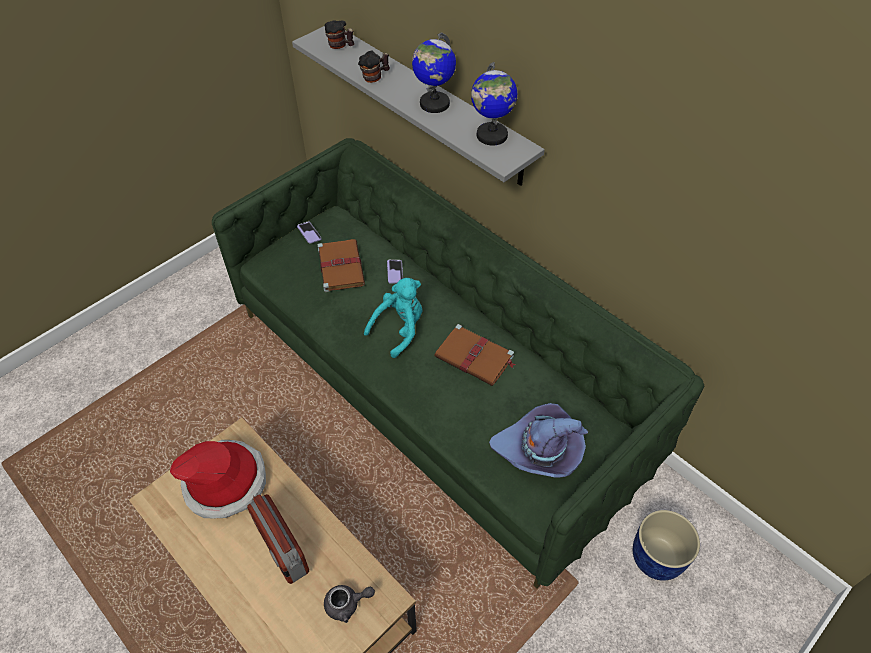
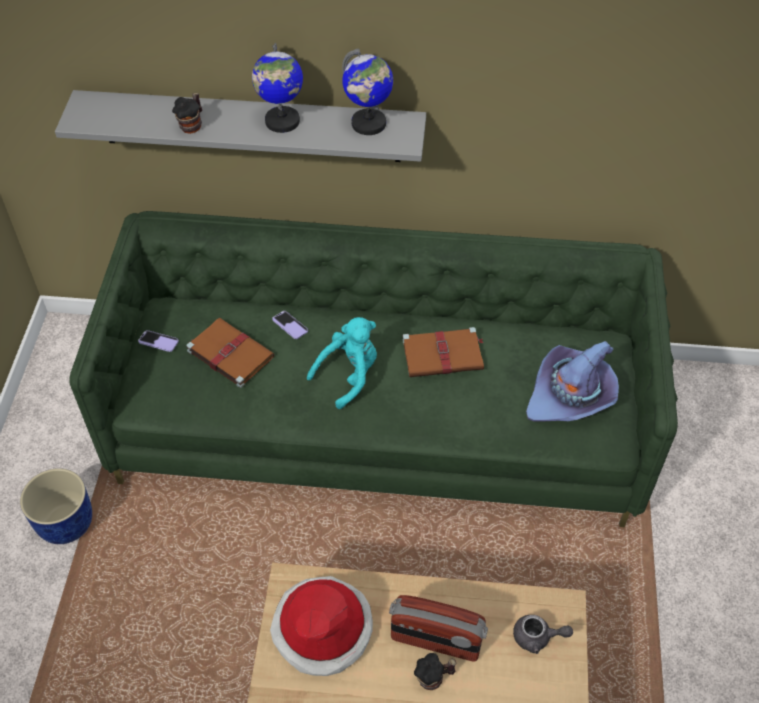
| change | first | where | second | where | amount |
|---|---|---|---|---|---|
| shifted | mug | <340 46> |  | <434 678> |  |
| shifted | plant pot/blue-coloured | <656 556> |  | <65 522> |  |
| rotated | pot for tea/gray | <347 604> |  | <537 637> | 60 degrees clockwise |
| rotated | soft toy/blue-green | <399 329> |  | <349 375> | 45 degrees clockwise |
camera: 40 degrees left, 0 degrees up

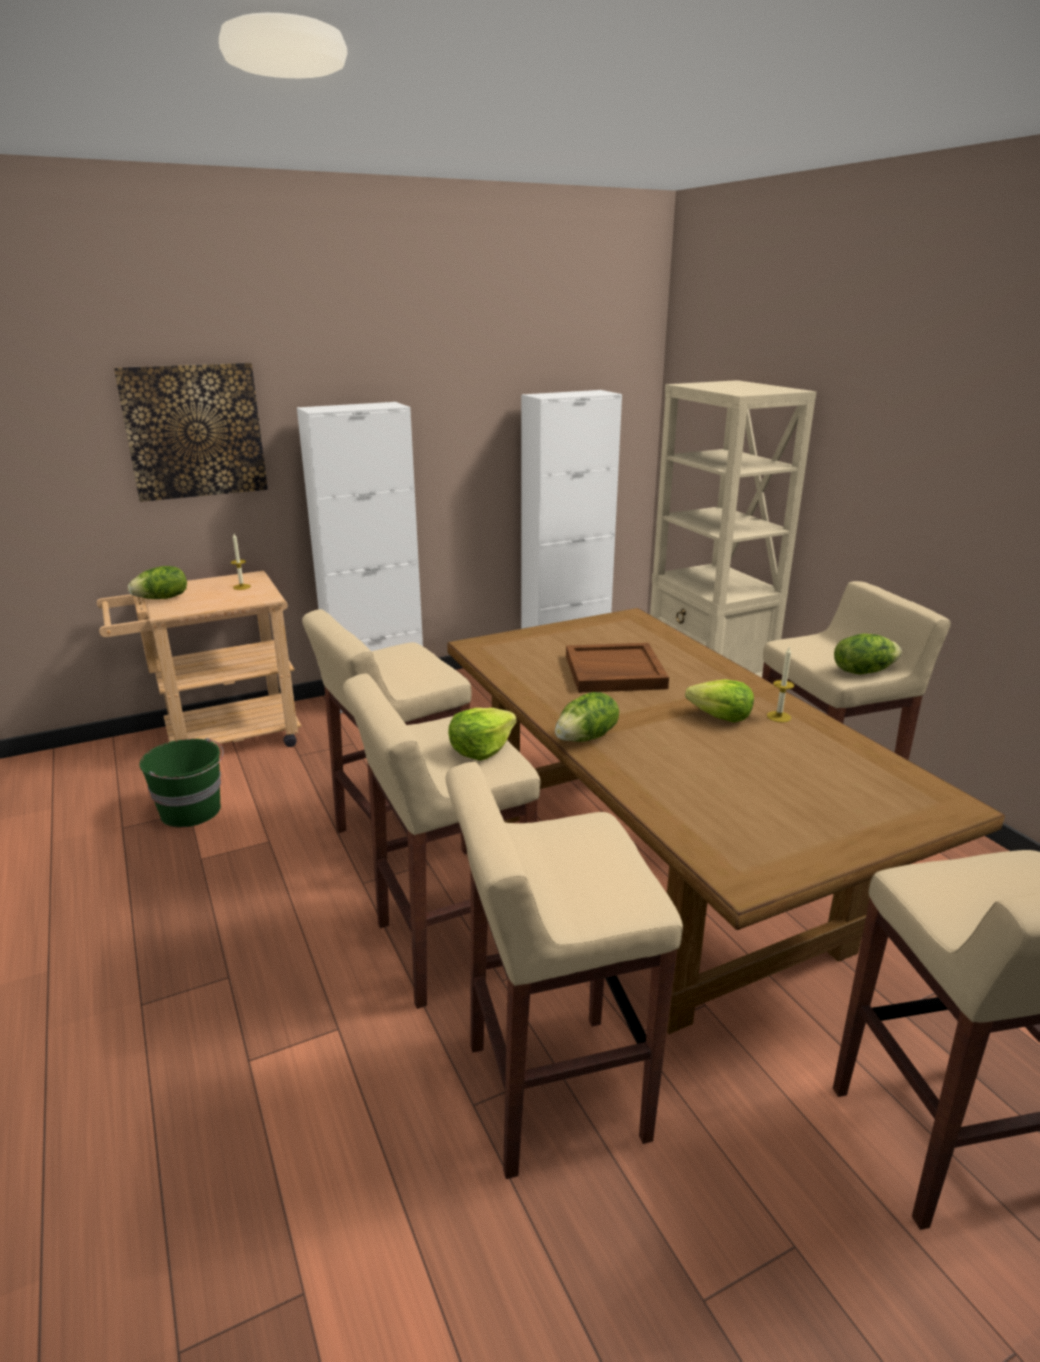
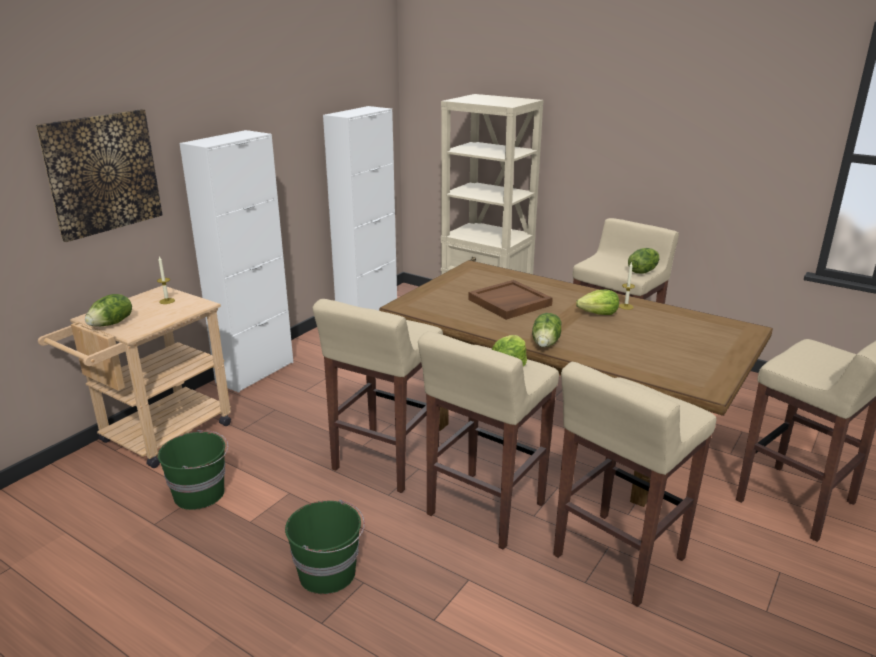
| change | first | where | second | where | amount |
|---|---|---|---|---|---|
| new |  |  | pail/green | <328 573> |  |
camera: 30 degrees left, 0 degrees up

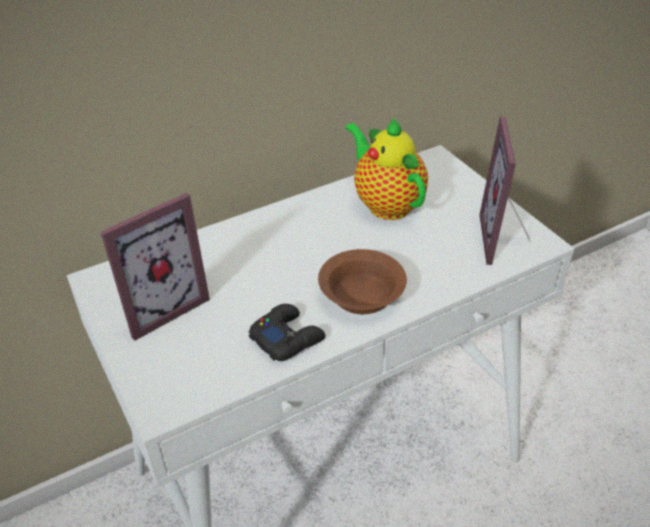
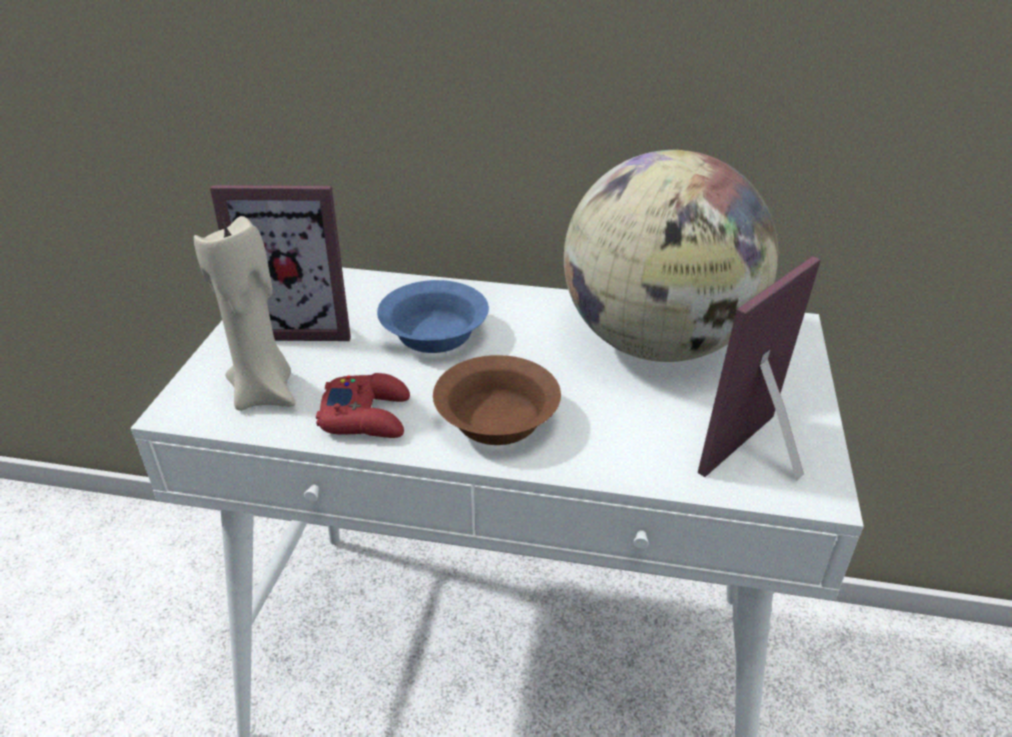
| change | first | where | second | where | amount |
|---|---|---|---|---|---|
| new |  |  | wax candle/sand-coloured | <265 393> |  |
| new |  |  | deep dish/blue-coloured | <433 334> |  |
| swapped | pot for tea | <386 203> | desk globe | <657 343> |  |
| repainted | game controller/black | <287 338> | game controller/red-coloured | <367 416> |  |
camera: 40 degrees right, 5 degrees down

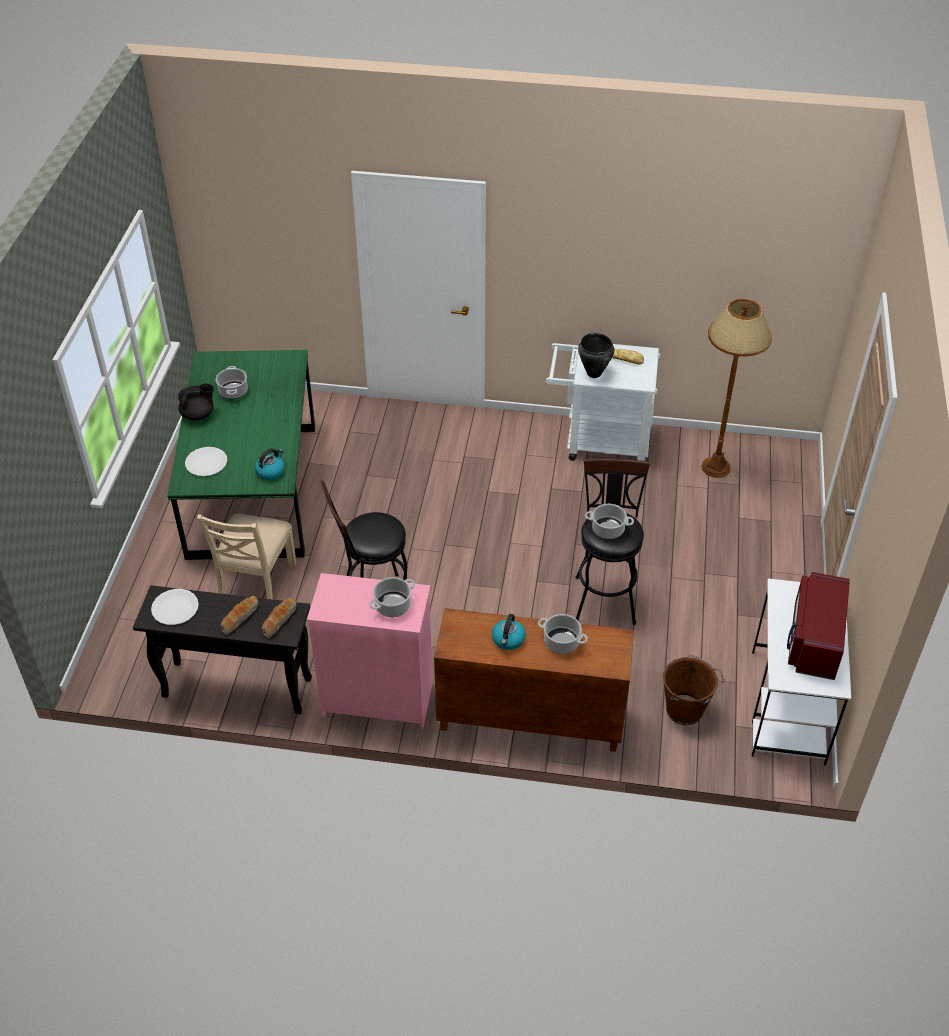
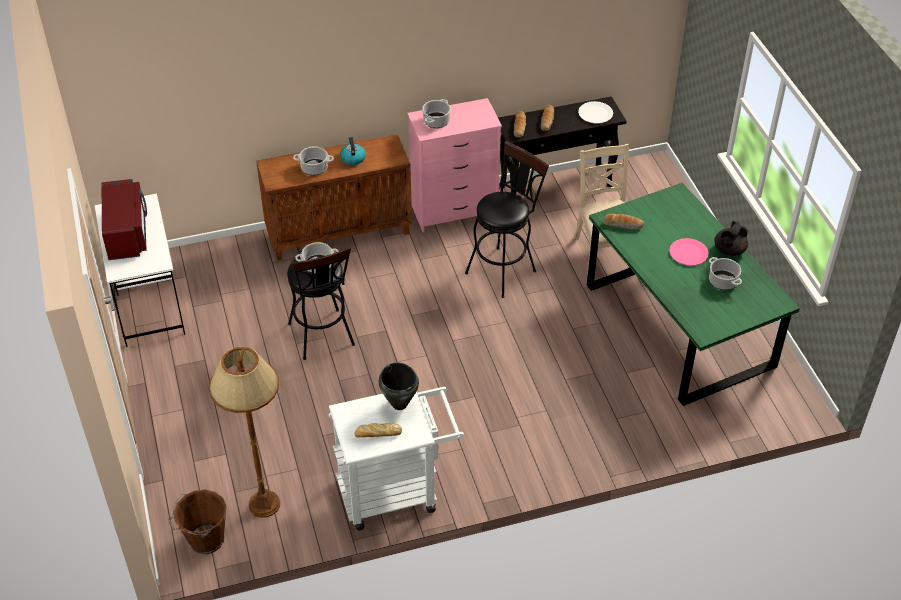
| change | first | where | second | where | amount |
|---|---|---|---|---|---|
| gone | dinner plate/whitish | <206 463> |  |  |  |
| new |  |  | dinner plate/pinkish | <688 253> |  |
| shifted | pail/brown-coloured | <686 710> |  | <205 540> |  |
| swapped | tea kettle | <270 471> | baked bread | <623 225> |  |
camera: 155 degrees right, 0 degrees up

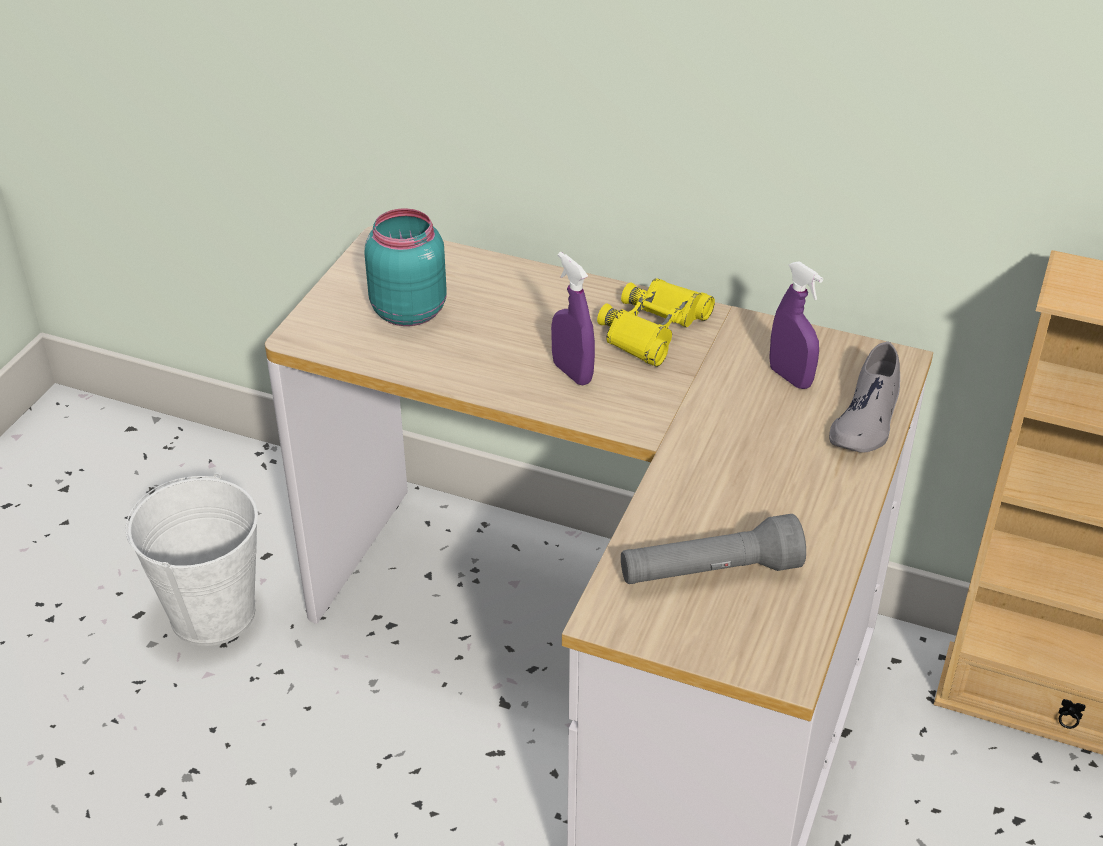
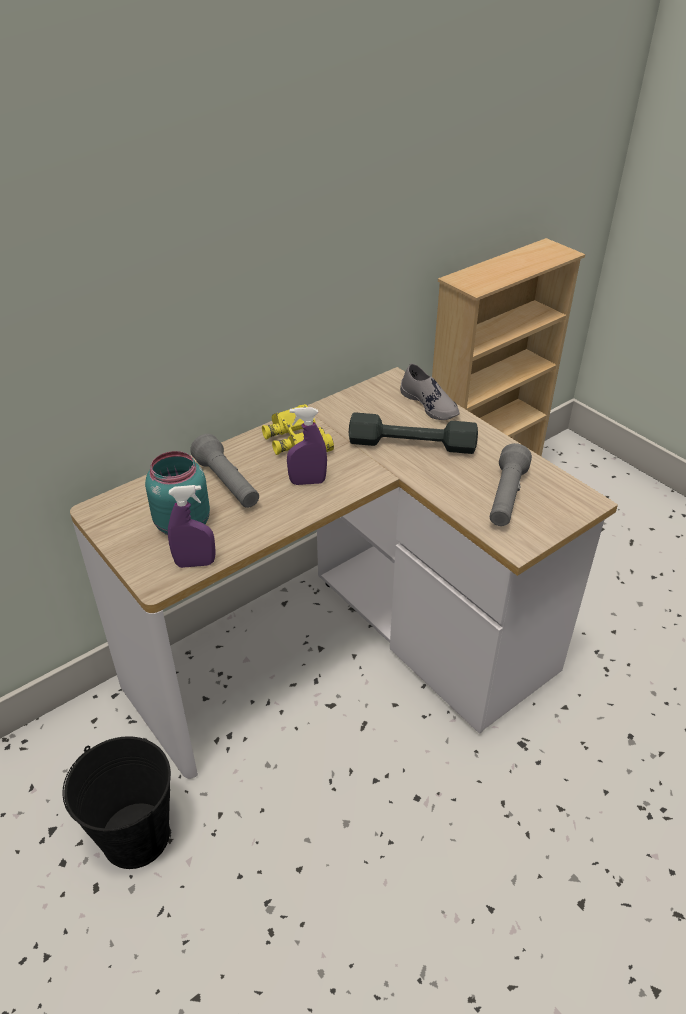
| change | first | where | second | where | amount |
|---|---|---|---|---|---|
| new |  |  | flashlight/gray | <227 484> |  |
| new |  |  | hand weight/gray | <412 444> |  |
| shifted | spray bottle/purple | <790 377> |  | <195 563> |  |
| repainted | pail/whitish | <213 613> | pail/black | <136 835> |  |
camera: 60 degrees left, 0 degrees up

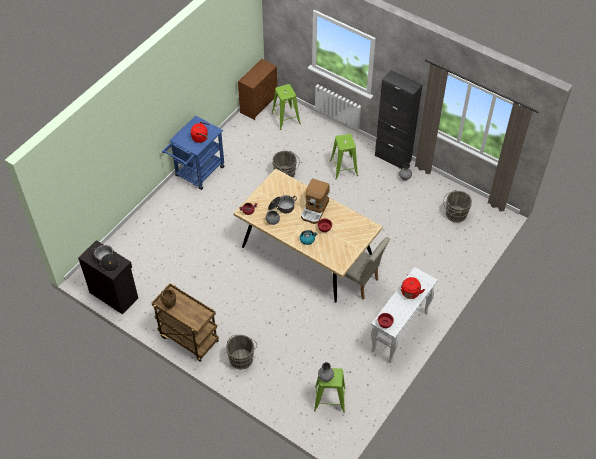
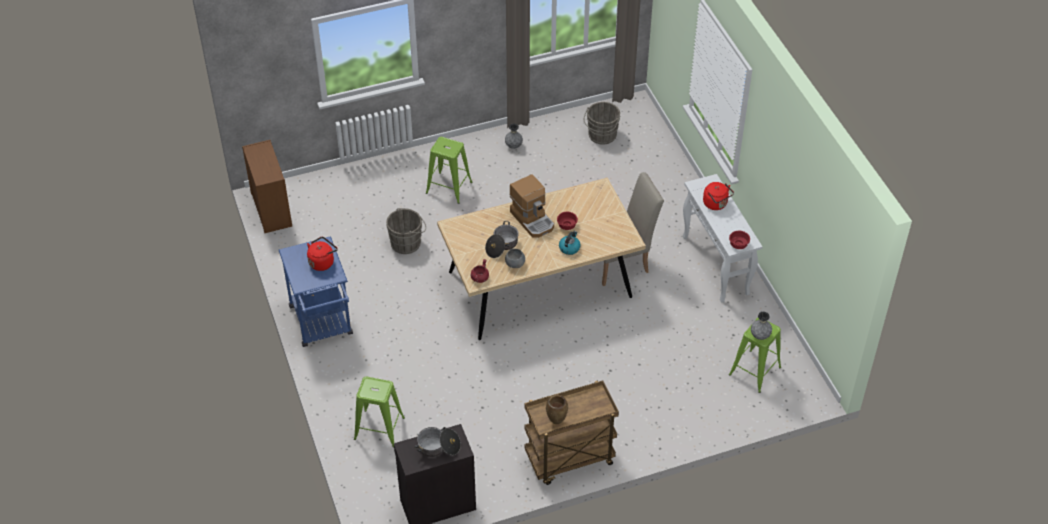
| change | first | where | second | where | amount |
|---|---|---|---|---|---|
| gone | pail/gray | <242 358> |  |  |  |
| gone | storage cabinet/black | <392 158> |  |  |  |
| shifted | sitting stool/green | <286 119> |  | <379 428> |  |
camera: 55 degrees left, 5 degrees down

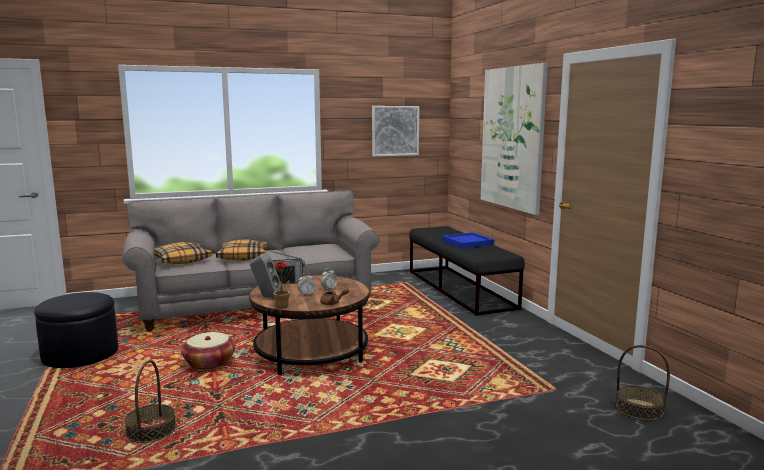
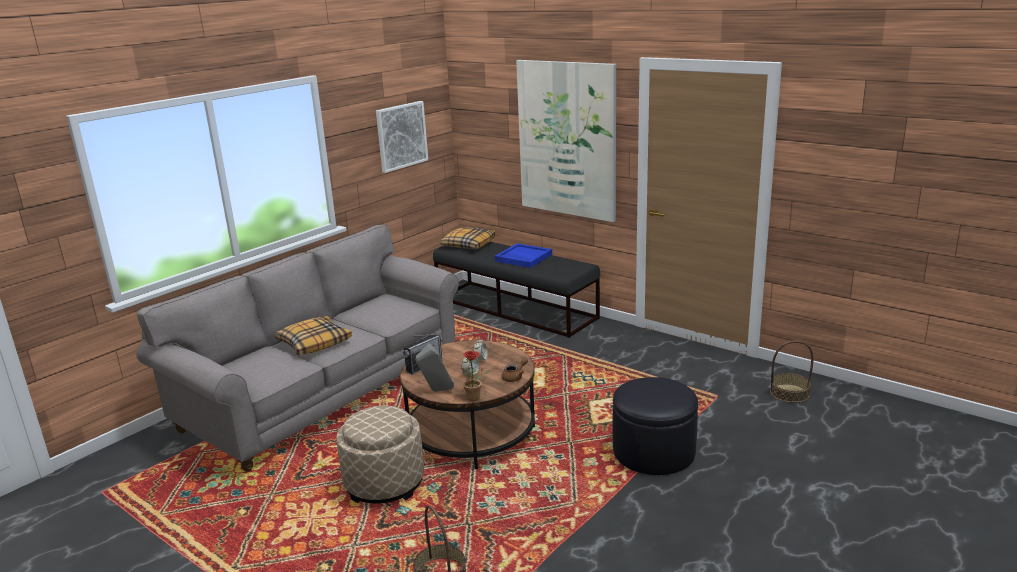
| change | first | where | second | where | amount |
|---|---|---|---|---|---|
| shifted | pouffe/black | <80 354> |  | <653 451> |  |
| shifted | cushion | <182 260> |  | <468 244> |  |
| swapped | basket | <209 363> | pouffe/sand-coloured | <384 483> |  |
camera: 30 degrees left, 10 degrees up

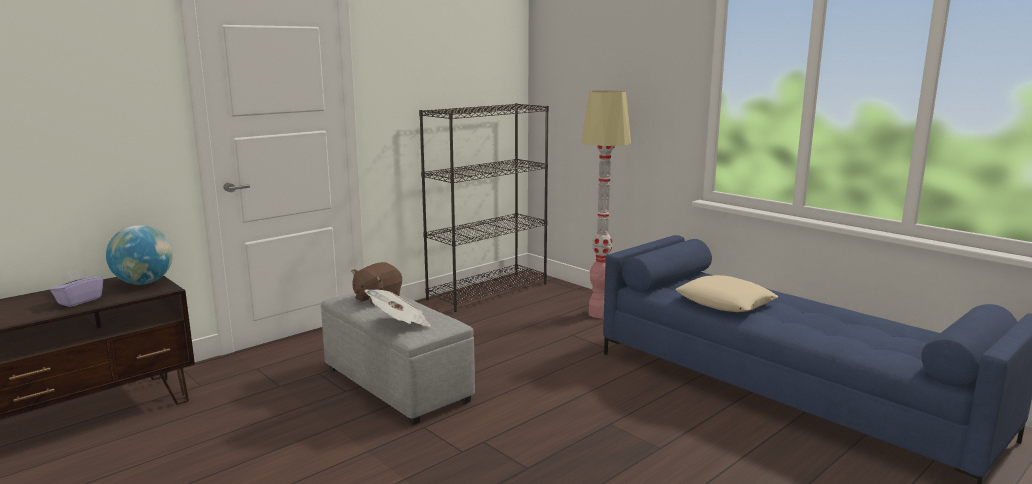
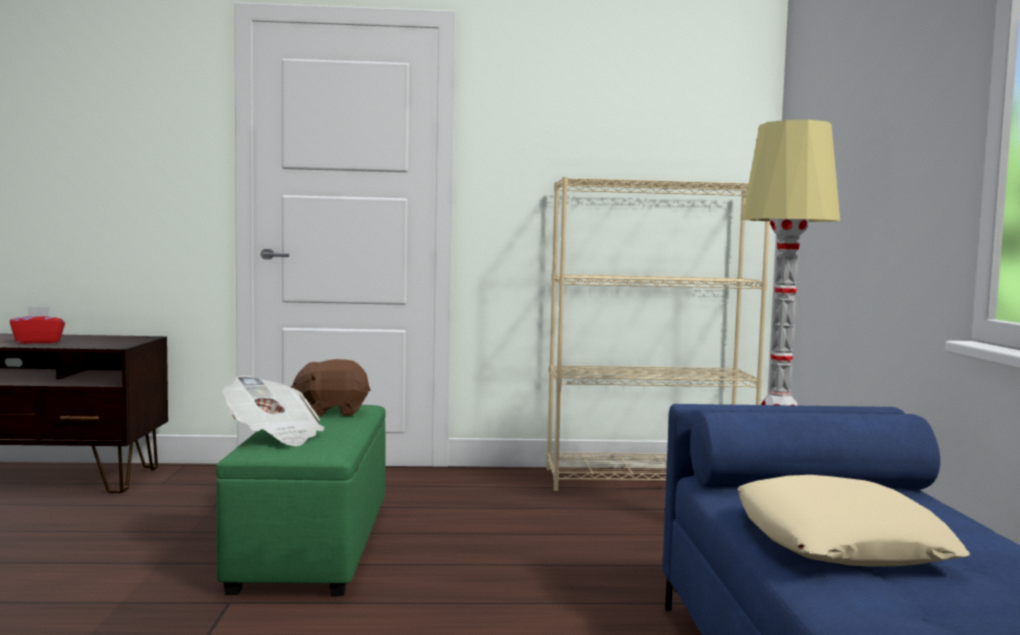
| change | first | where | second | where | amount |
|---|---|---|---|---|---|
| gone | desk globe | <144 283> |  |  |  |
| repainted | tissue holder/purple | <79 301> | tissue holder/red-coloured | <38 342> |  |
| repainted | pouffe/gray | <397 385> | pouffe/green | <312 545> |  |
| repainted | shelving unit/black | <488 291> | shelving unit/sand-coloured | <648 480> |  |
camera: 40 degrees right, 10 degrees down

